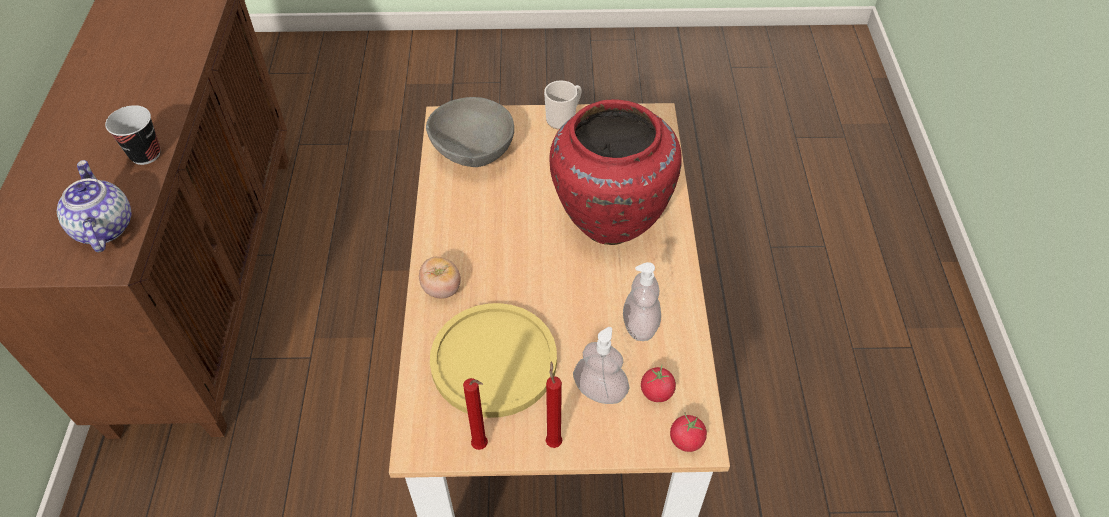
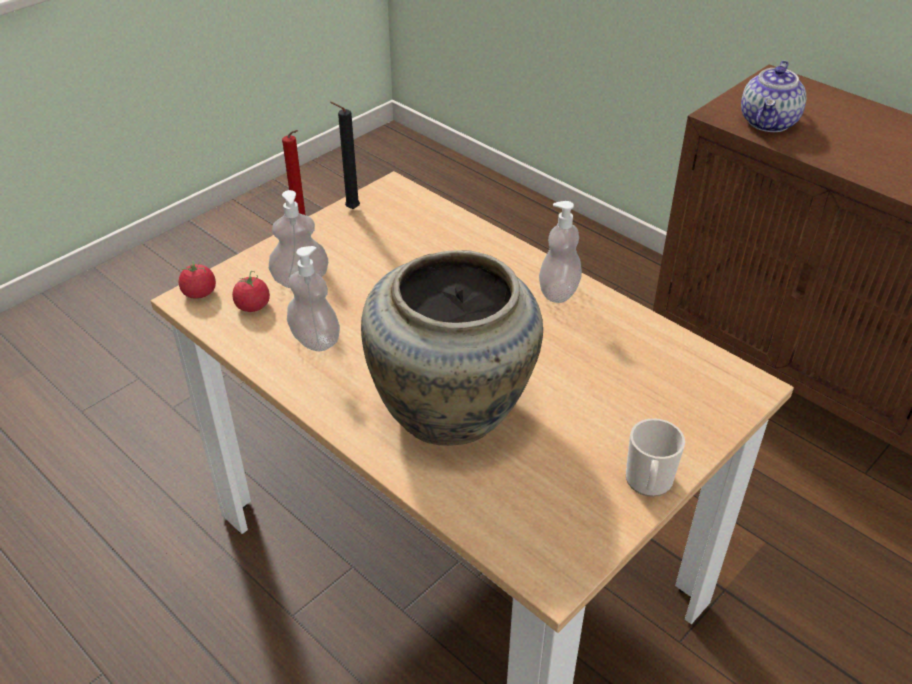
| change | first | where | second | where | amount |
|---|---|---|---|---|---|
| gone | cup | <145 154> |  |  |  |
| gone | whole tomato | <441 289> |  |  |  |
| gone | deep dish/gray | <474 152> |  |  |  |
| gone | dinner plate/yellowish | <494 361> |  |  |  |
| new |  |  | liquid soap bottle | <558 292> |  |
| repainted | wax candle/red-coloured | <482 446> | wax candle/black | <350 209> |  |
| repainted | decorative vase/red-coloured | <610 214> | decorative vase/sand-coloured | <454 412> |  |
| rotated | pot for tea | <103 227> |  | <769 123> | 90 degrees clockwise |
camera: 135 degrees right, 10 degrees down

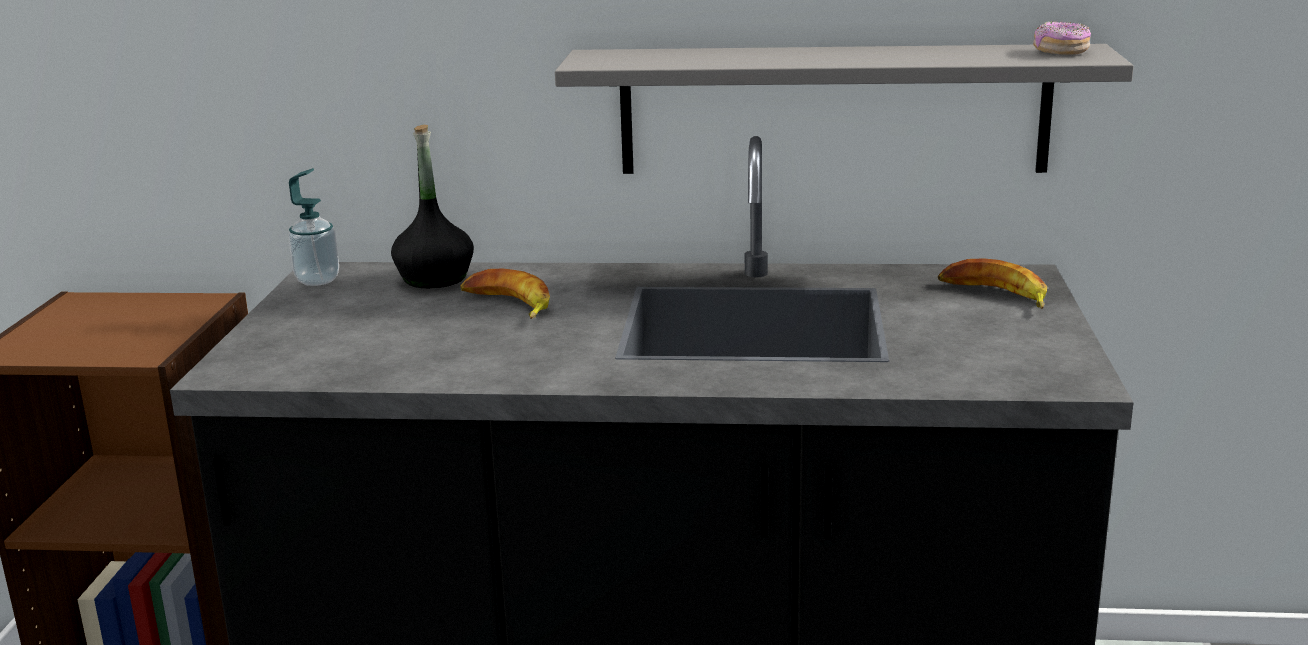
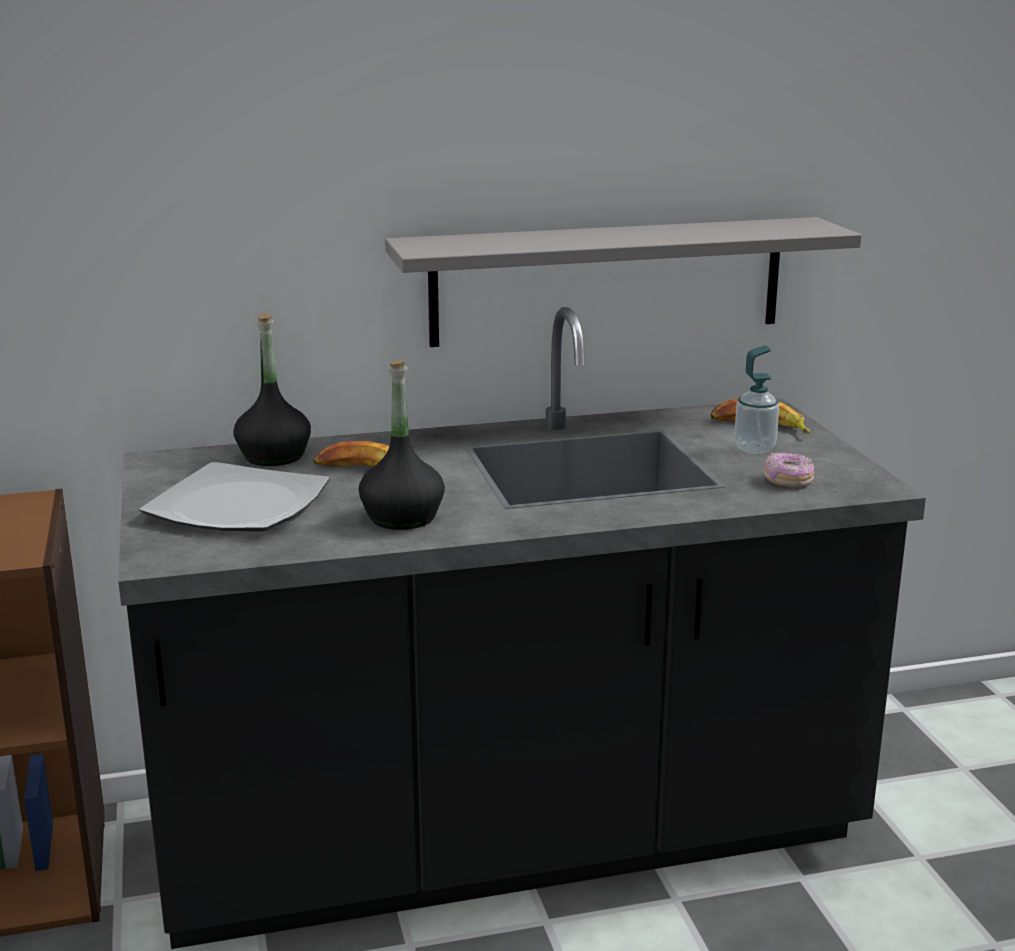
| change | first | where | second | where | amount |
|---|---|---|---|---|---|
| new |  |  | dinner plate | <238 506> |  |
| new |  |  | bottle/black | <402 518> |  |
| shifted | liquid soap bottle | <317 280> |  | <754 449> |  |
| shifted | ring doughnut | <1060 51> |  | <787 481> |  |
camera: 20 degrees left, 0 degrees up

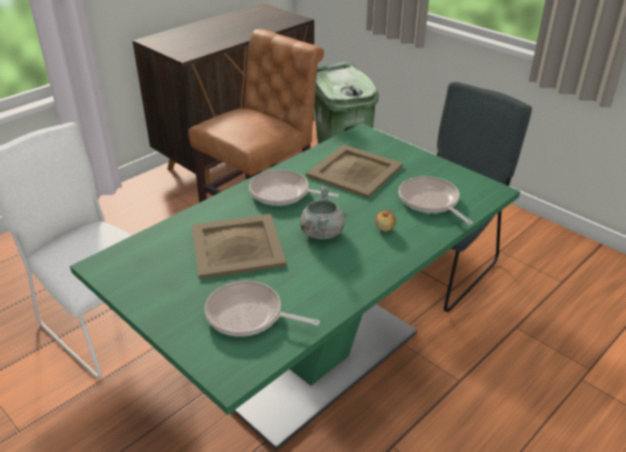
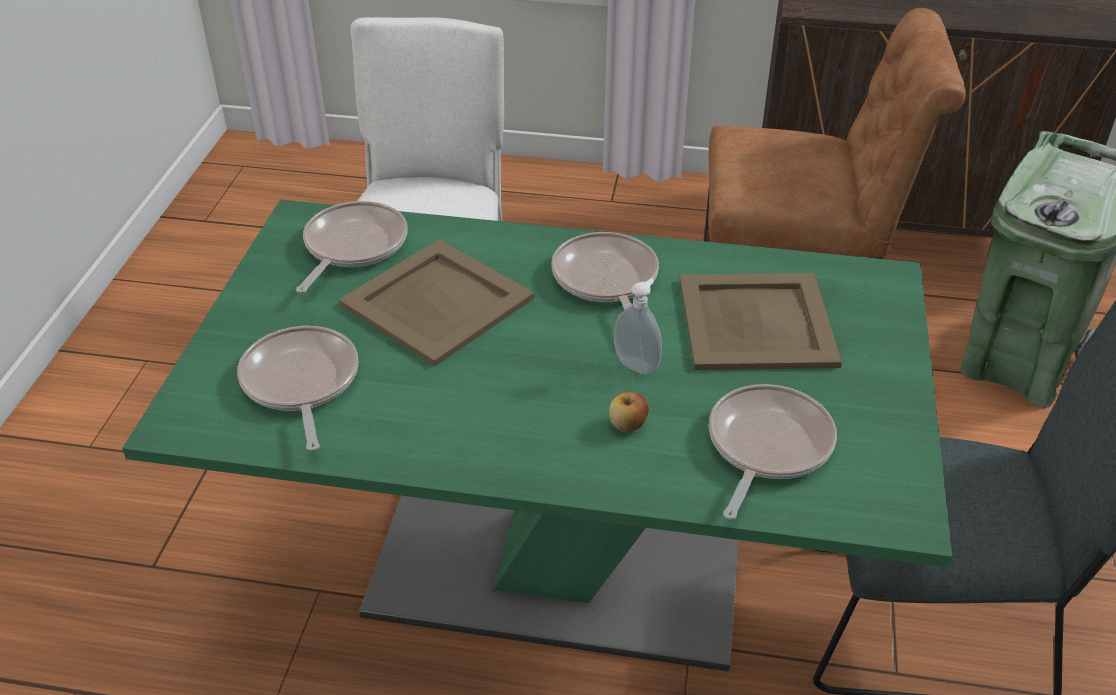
| change | first | where | second | where | amount |
|---|---|---|---|---|---|
| gone | saucepot/gray | <321 232> |  |  |  |
| new |  |  | skillet | <352 247> |  |
| new |  |  | liquid soap bottle | <638 364> |  |
camera: 55 degrees right, 5 degrees up

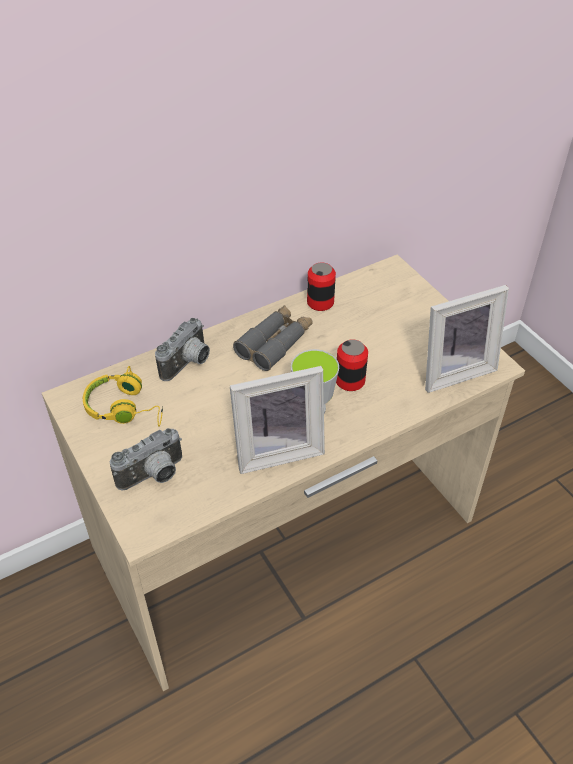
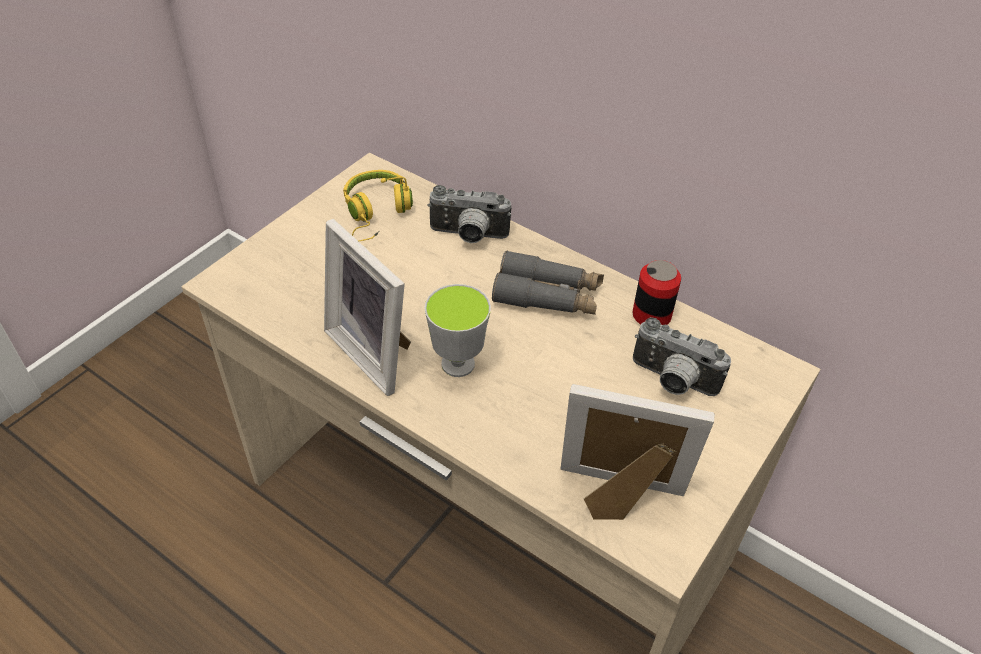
| change | first | where | second | where | amount |
|---|---|---|---|---|---|
| gone | can | <350 381> |  |  |  |
| shifted | still camera | <154 476> |  | <671 381> |  |
| rotated | standing frame | <453 370> |  | <618 499> | 150 degrees clockwise |
camera: 65 degrees right, 0 degrees up

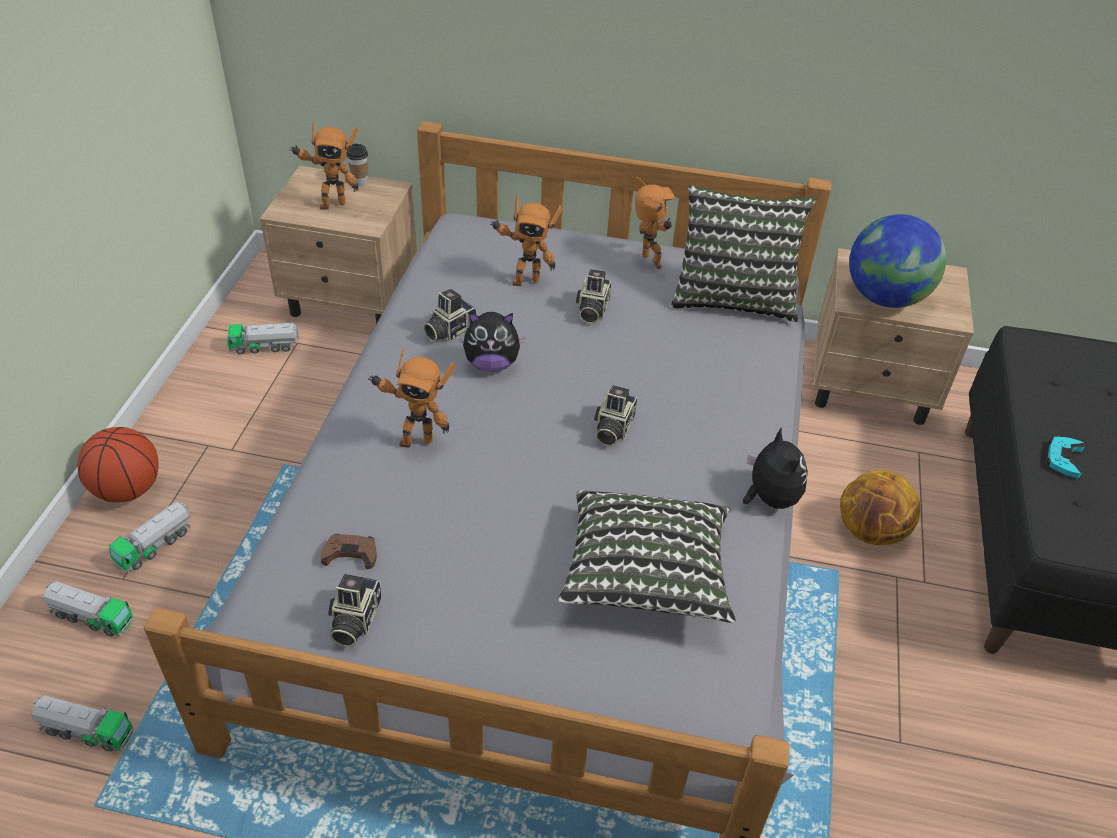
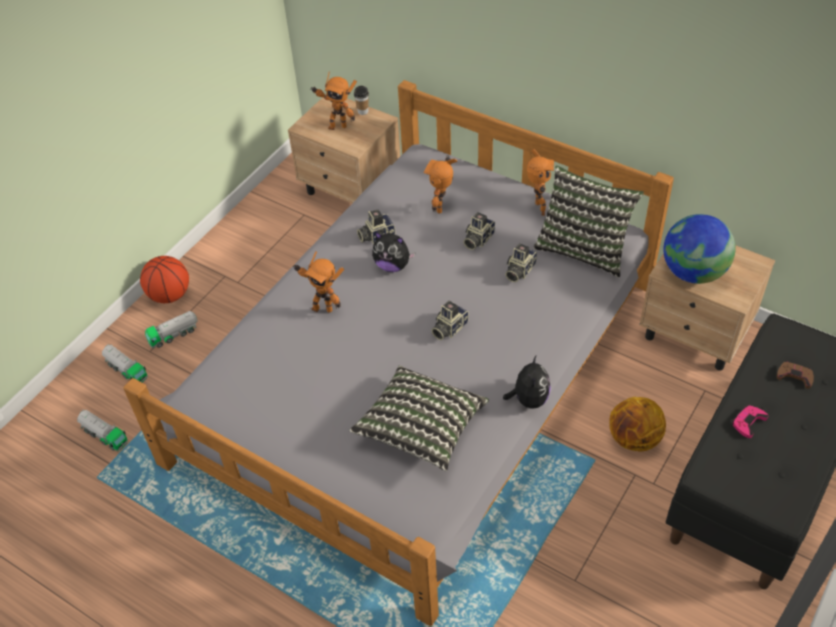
| change | first | where | second | where | amount |
|---|---|---|---|---|---|
| gone | toy lorry | <265 347> |  |  |  |
| shifted | game controller/brown-coloured | <350 554> |  | <795 376> |  |
| shifted | still camera | <353 620> |  | <519 270> |  |
| repainted | game controller/blue-green | <1063 459> | game controller/pinkish | <748 422> |  |
| rotated | model robot | <524 280> |  | <443 207> | 90 degrees clockwise |
camera: 25 degrees right, 5 degrees up

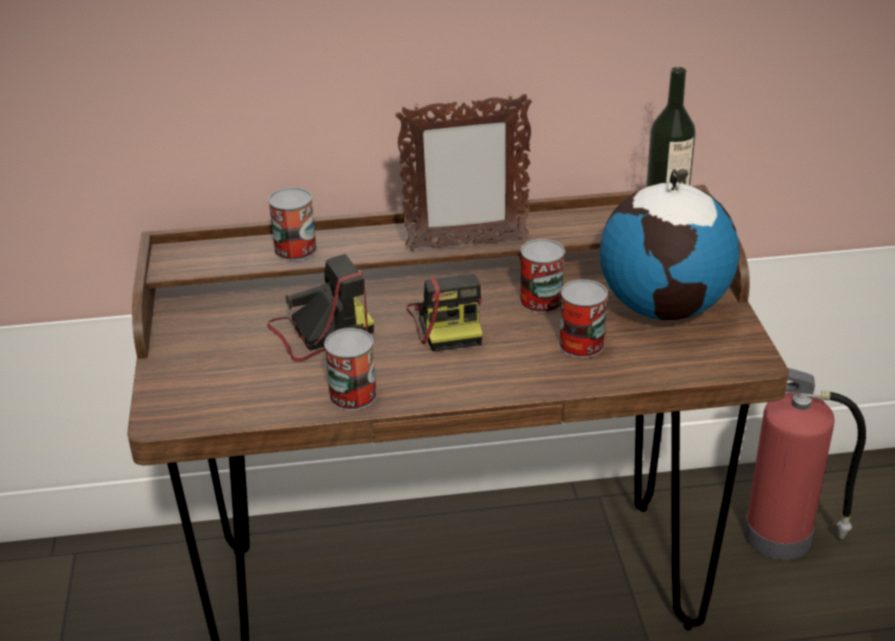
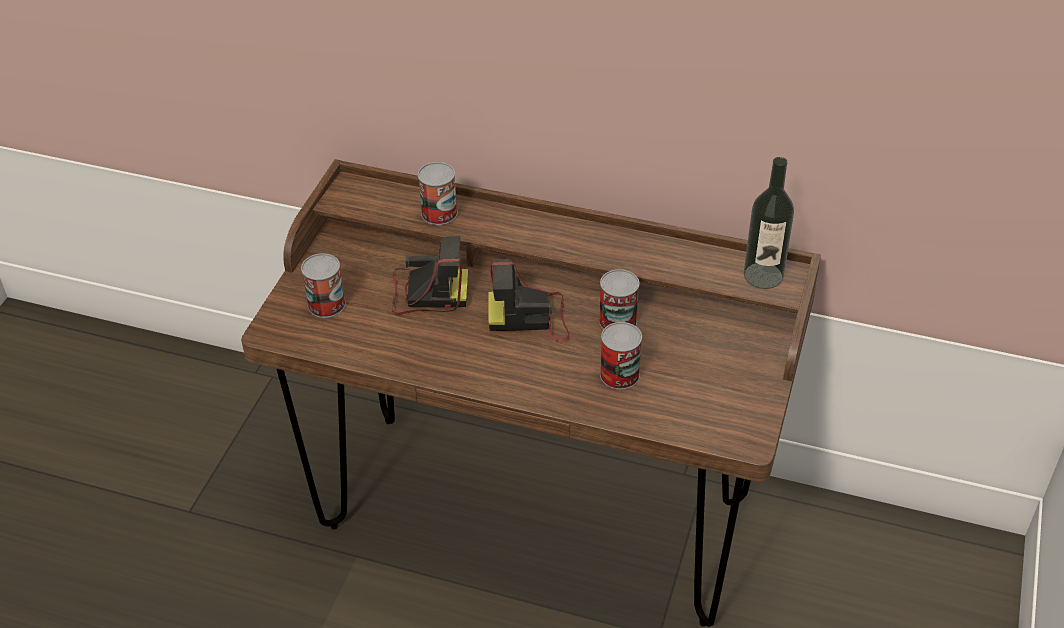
| change | first | where | second | where | amount |
|---|---|---|---|---|---|
| gone | standing frame | <466 244> |  |  |  |
| gone | desk globe | <664 307> |  |  |  |
| gone | fire extinguisher | <781 536> |  |  |  |
| shifted | can | <353 395> |  | <326 304> |  |
| rotated | still camera | <449 322> |  | <530 317> | 75 degrees clockwise |
camera: 25 degrees right, 10 degrees up

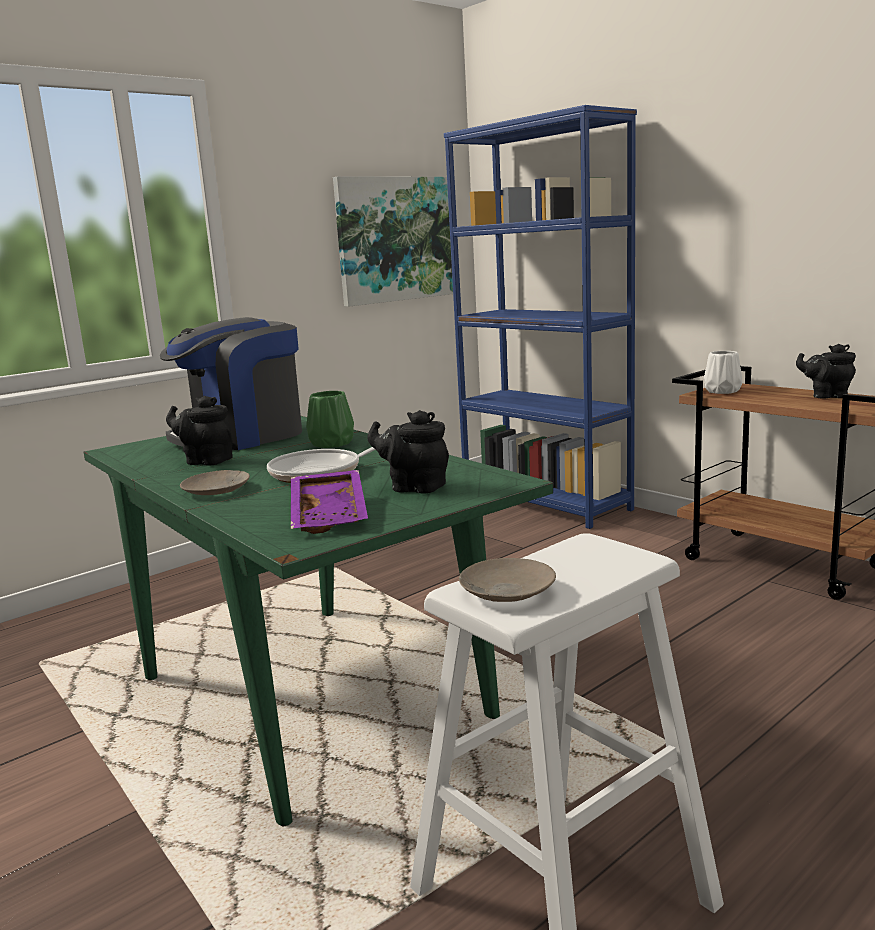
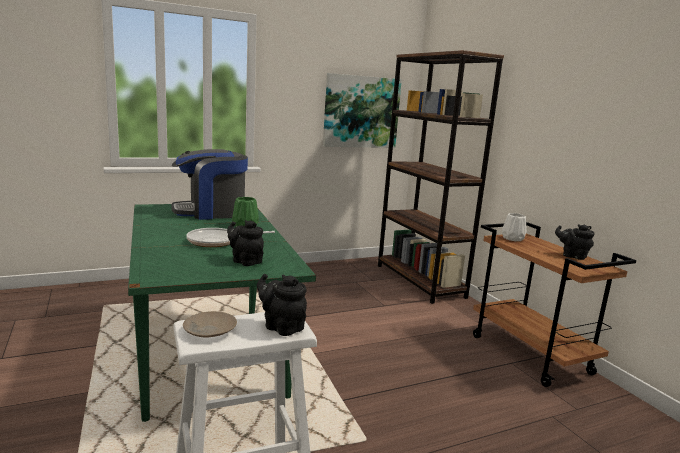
| change | first | where | second | where | amount |
|---|---|---|---|---|---|
| gone | dinner plate/sand-coloured | <217 490> |  |  |  |
| gone | serving tray/purple | <331 514> |  |  |  |
| shifted | pot for tea/black | <206 461> |  | <281 326> |  |
| repainted | shelving unit/blue-coloured | <545 502> | shelving unit/brown-coloured | <420 281> |  |
camera: 15 degrees right, 0 degrees up

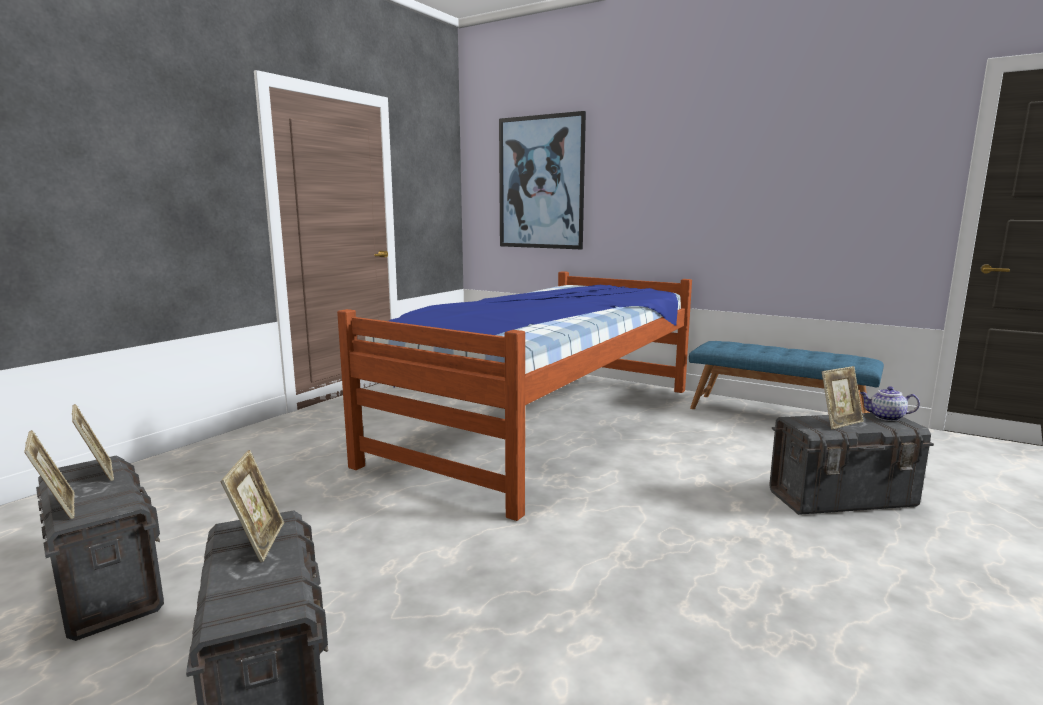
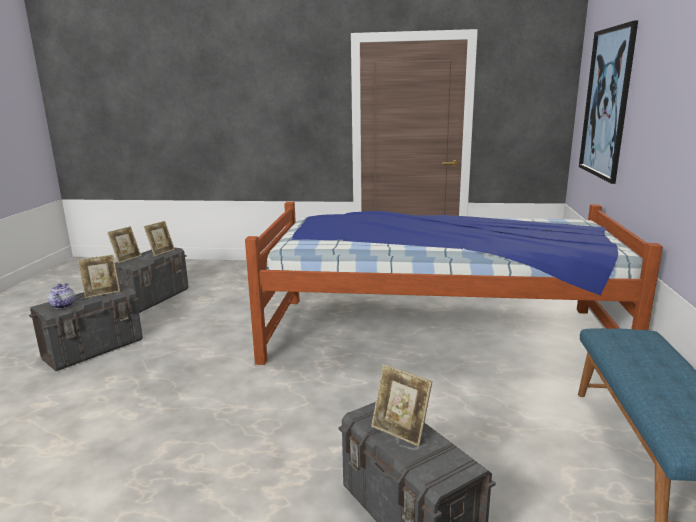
| change | first | where | second | where | amount |
|---|---|---|---|---|---|
| shifted | pot for tea | <885 417> |  | <63 305> |  |
camera: 65 degrees right, 5 degrees up

